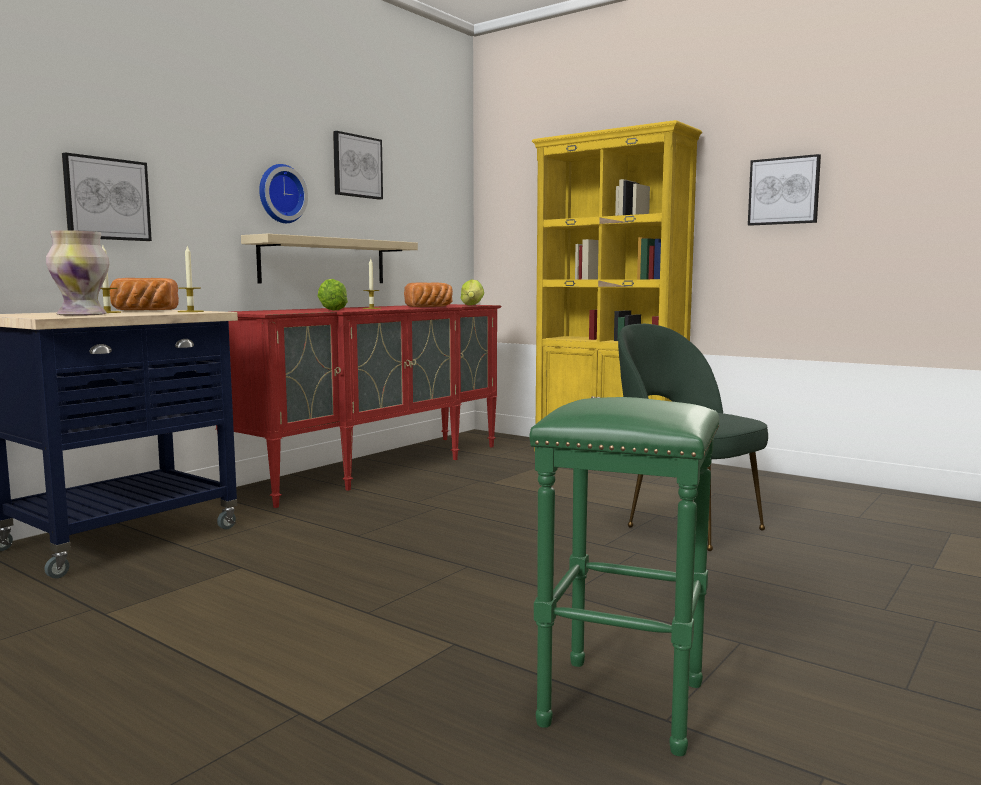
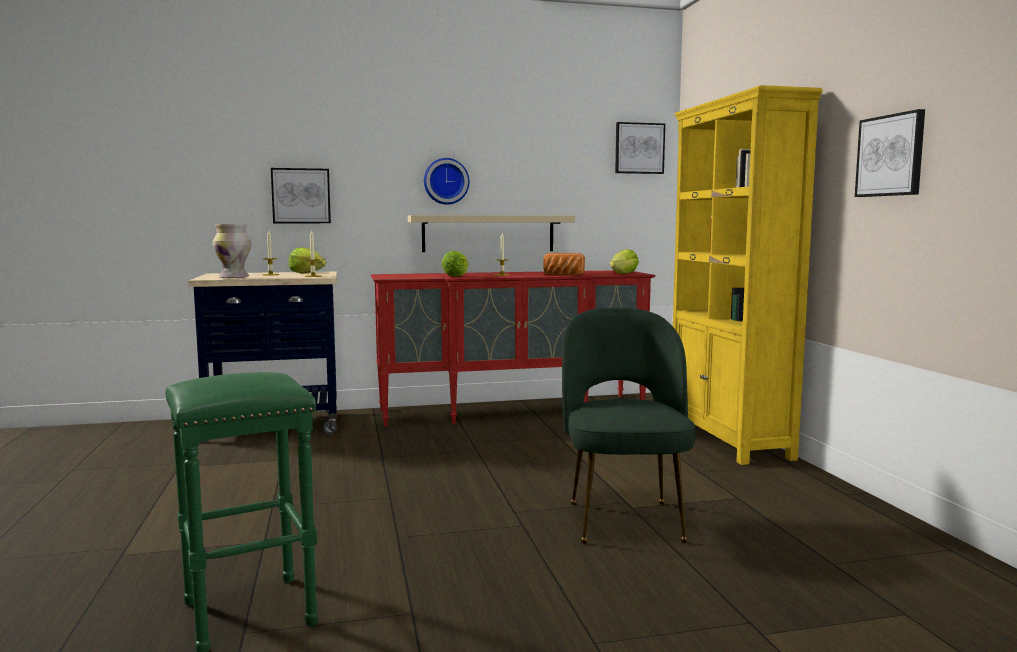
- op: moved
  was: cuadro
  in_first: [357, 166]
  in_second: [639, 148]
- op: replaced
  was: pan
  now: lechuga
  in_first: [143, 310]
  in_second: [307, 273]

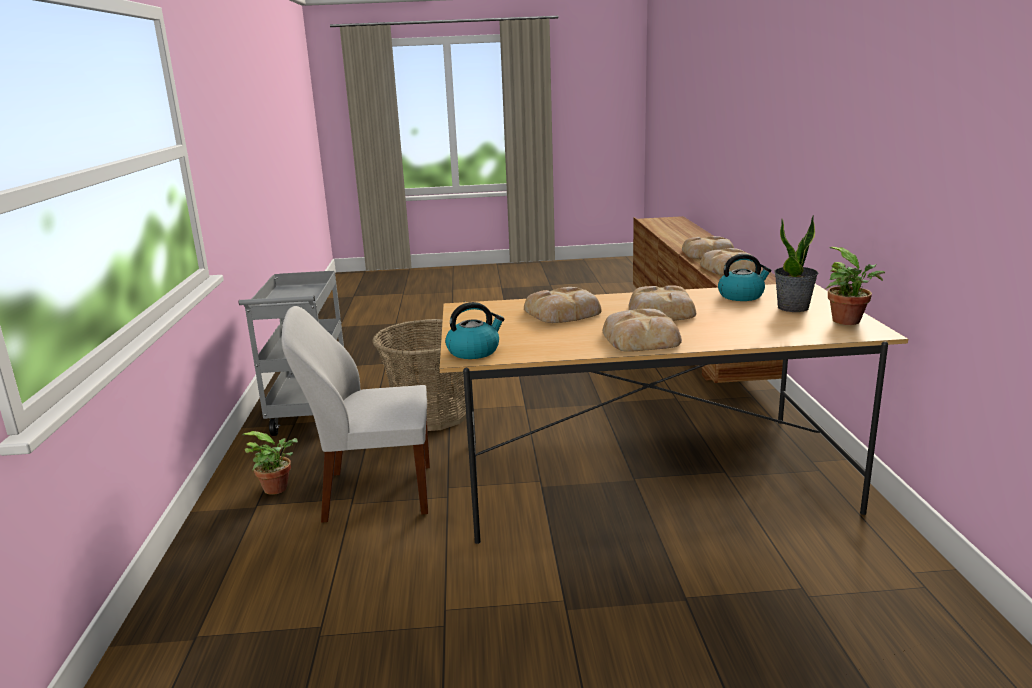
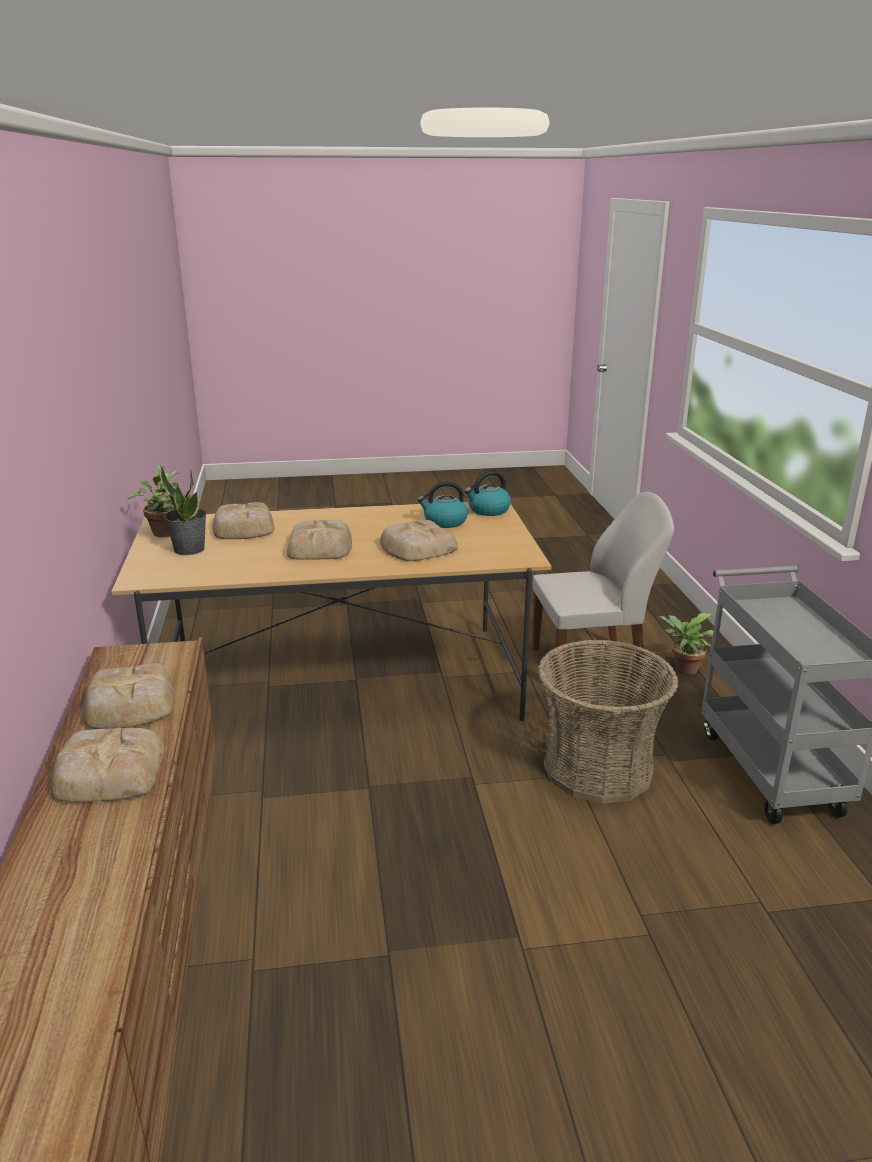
- op: moved
  was: pan
  in_first: [641, 338]
  in_second: [243, 528]
- op: moved
  was: hervidor
  in_first: [741, 296]
  in_second: [444, 522]

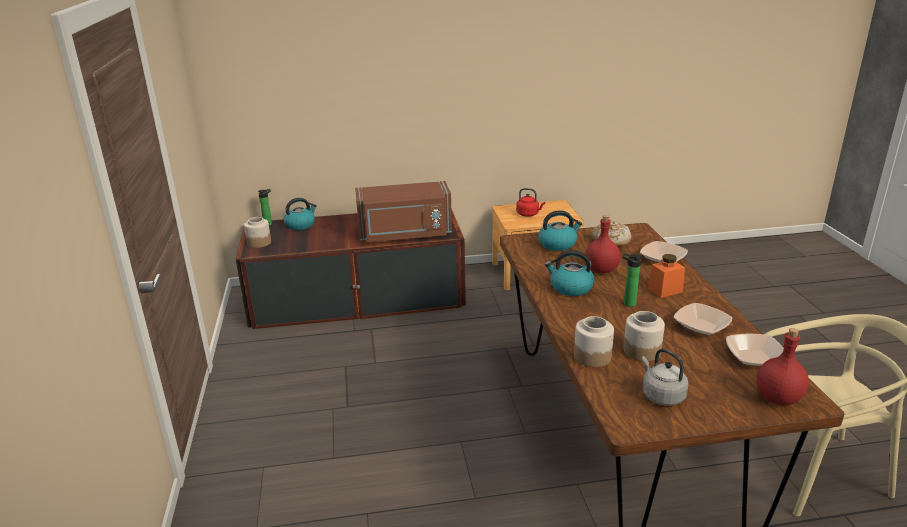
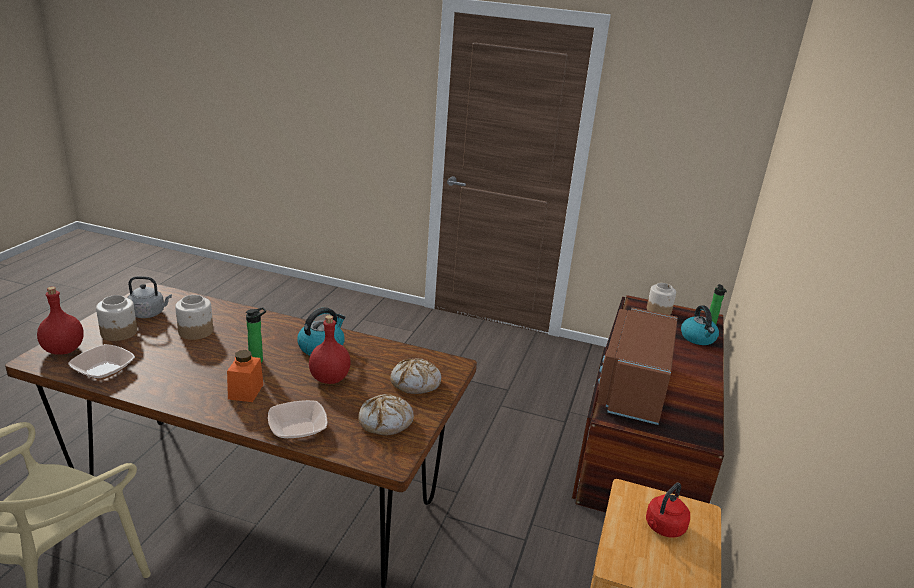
- op: removed
  was: cuenco
  in_first: [701, 327]
- op: moved
  was: tarro
  in_first: [592, 356]
  in_second: [119, 333]
- op: replaced
  was: hervidor
  now: pan
  in_first: [558, 244]
  in_second: [415, 382]

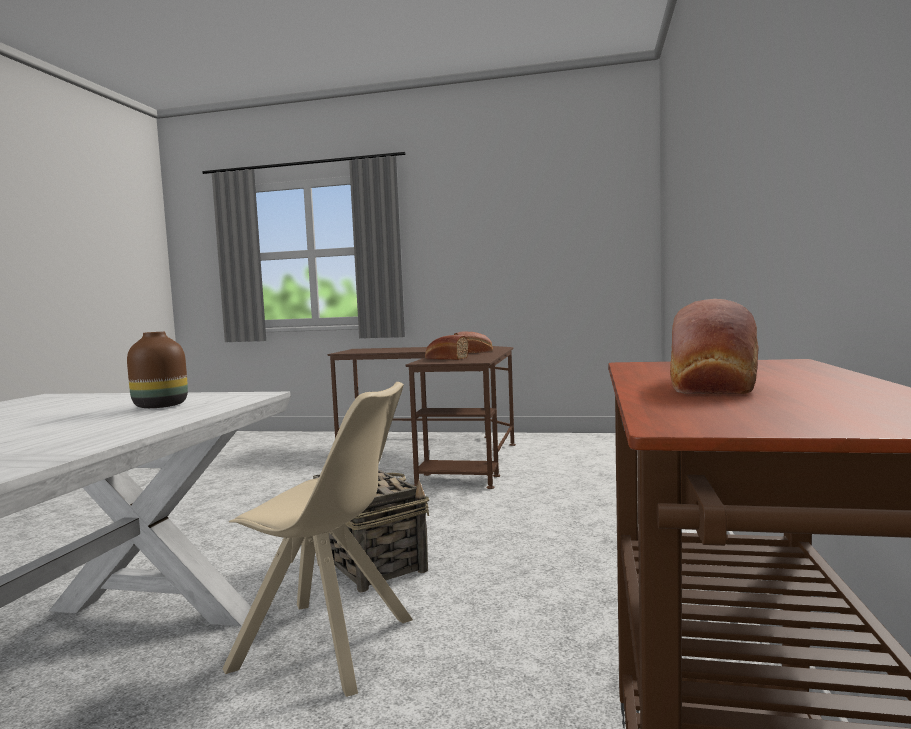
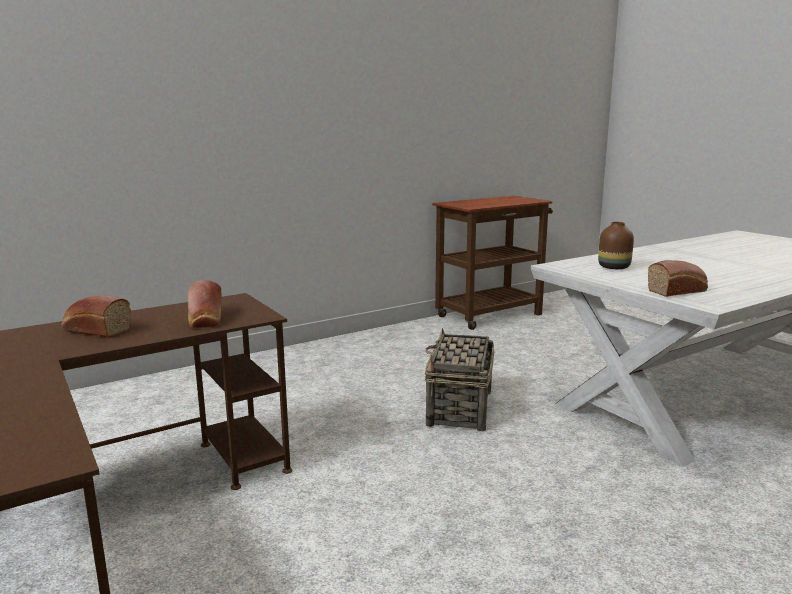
- op: removed
  was: silla [beis]
  in_first: [328, 646]
- op: moved
  was: pan
  in_first: [712, 384]
  in_second: [678, 291]

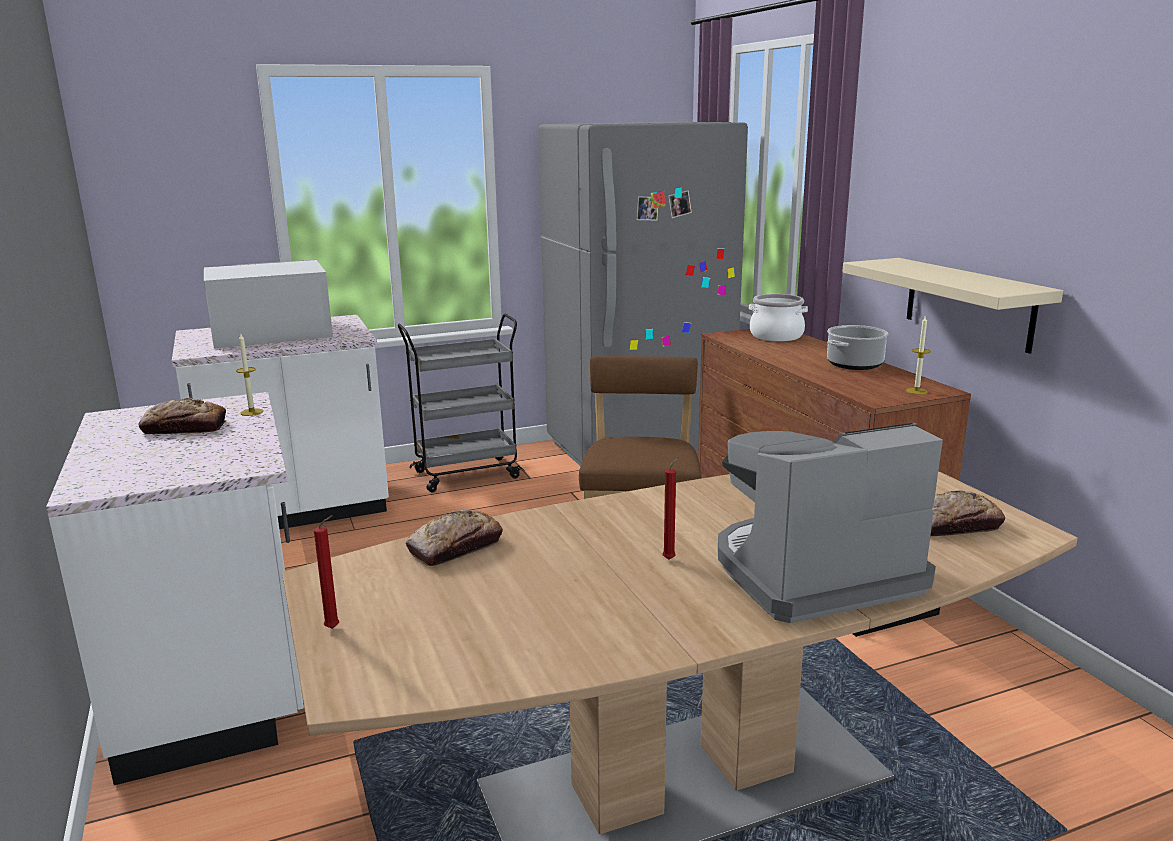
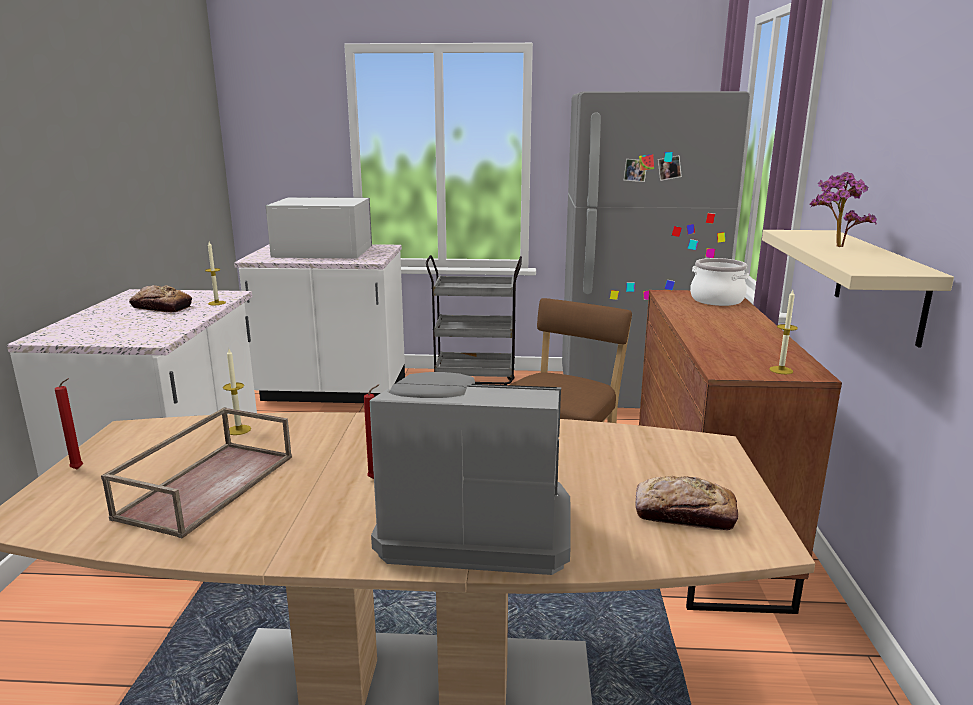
- op: removed
  was: olla
  in_first: [854, 364]
- op: added
  now: bandeja [marrón]
  in_second: [208, 485]
- op: added
  now: planta en maceta
  in_second: [834, 247]
- op: replaced
  was: pan
  now: vela
  in_first: [455, 547]
  in_second: [238, 430]

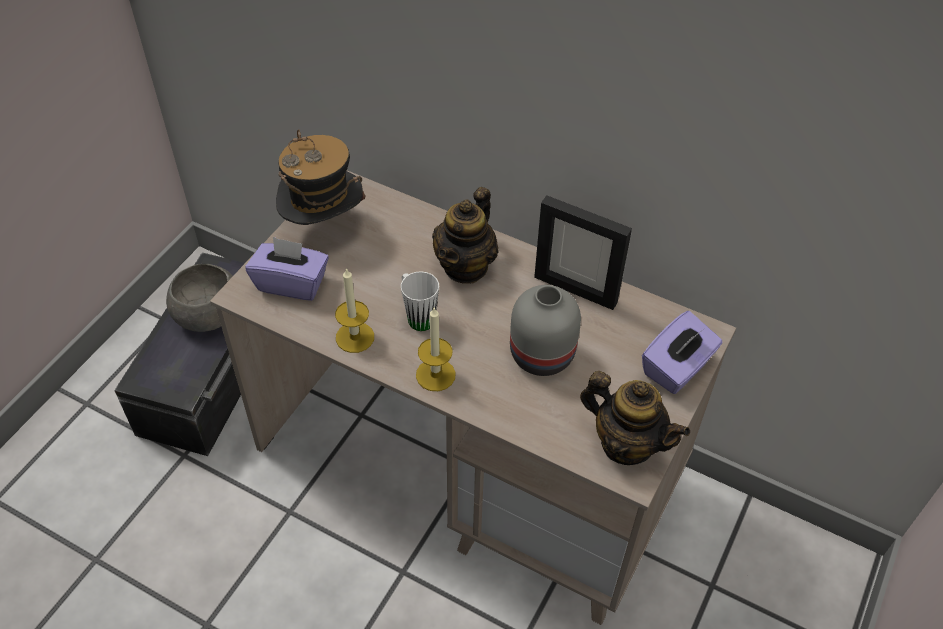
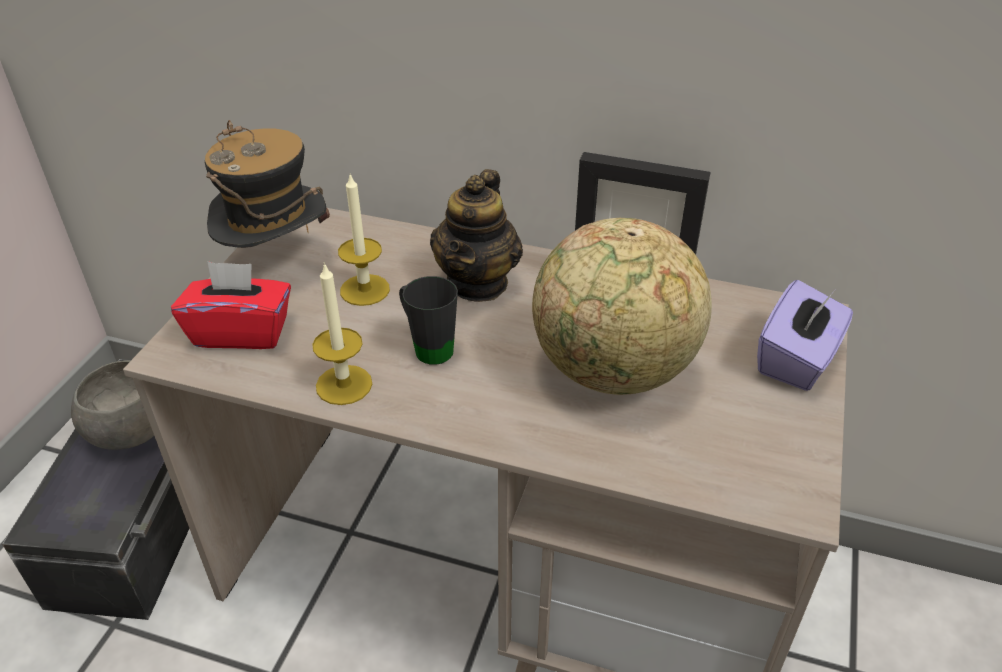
- op: removed
  was: tetera
  in_first: [626, 443]
- op: moved
  was: vela
  in_first: [435, 375]
  in_second: [365, 290]
- op: replaced
  was: florero [gris]
  now: globo terráqueo
  in_first: [542, 356]
  in_second: [613, 371]
- op: recoloured
  was: caja de pañuelos [morado]
  now: caja de pañuelos [rojo]
  in_first: [291, 283]
  in_second: [241, 332]
- op: recoloured
  was: taza grande [blanco]
  now: taza grande [negro]
  in_first: [417, 315]
  in_second: [427, 346]

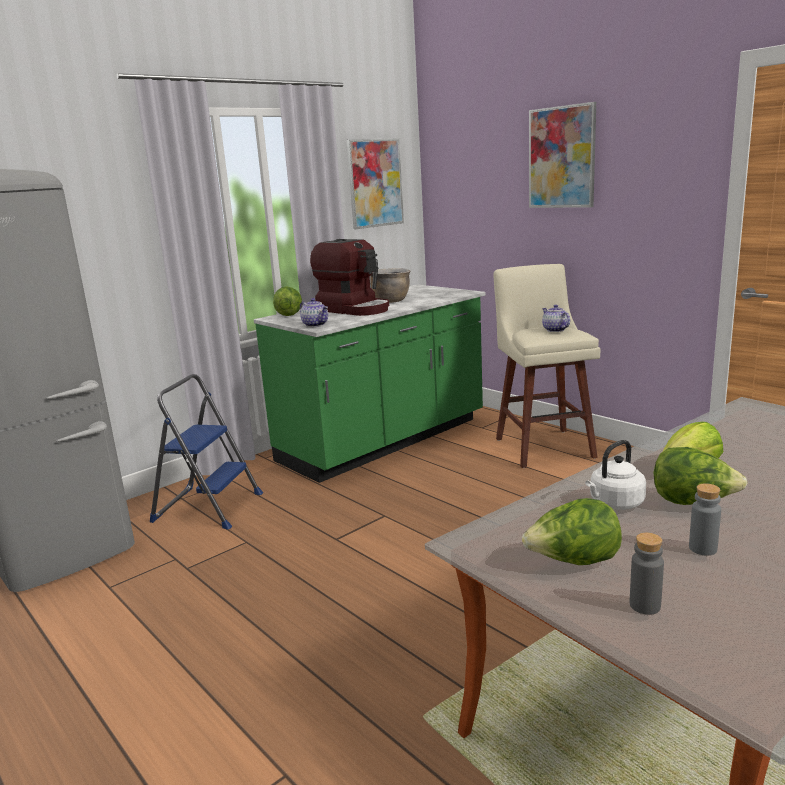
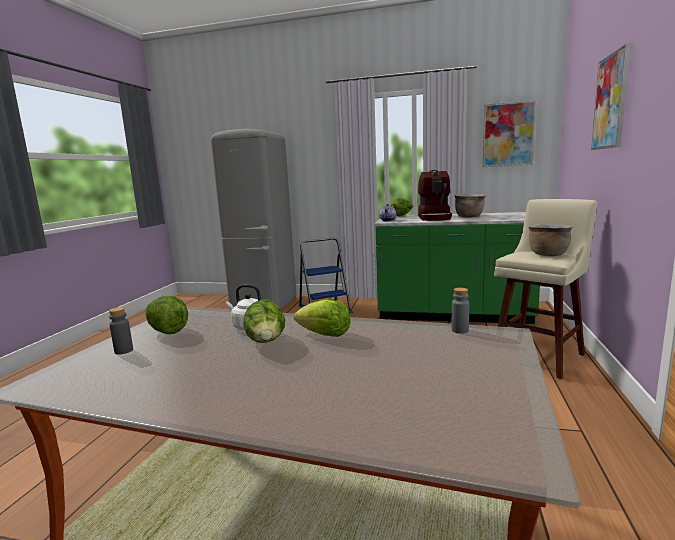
- op: moved
  was: botella [gris]
  in_first: [702, 548]
  in_second: [460, 330]
- op: replaced
  was: tetera
  now: olla [marrón]
  in_first: [554, 330]
  in_second: [548, 254]

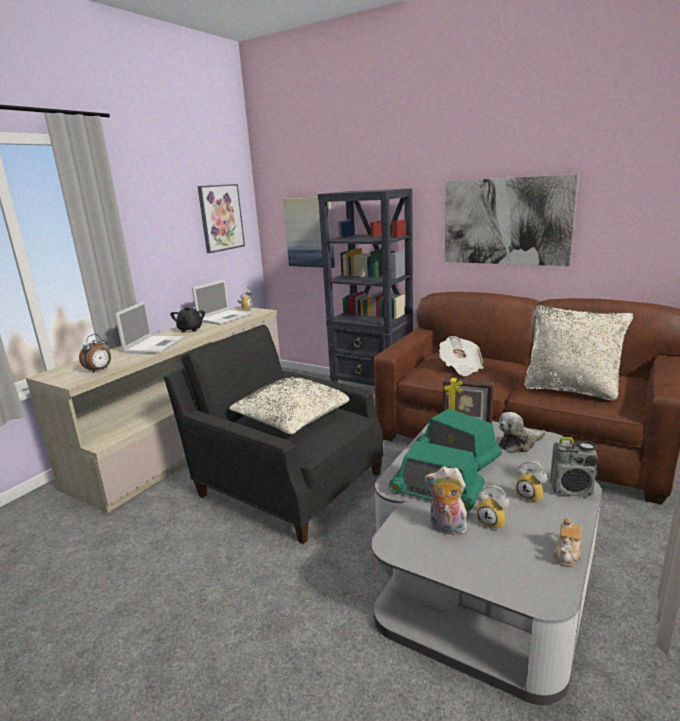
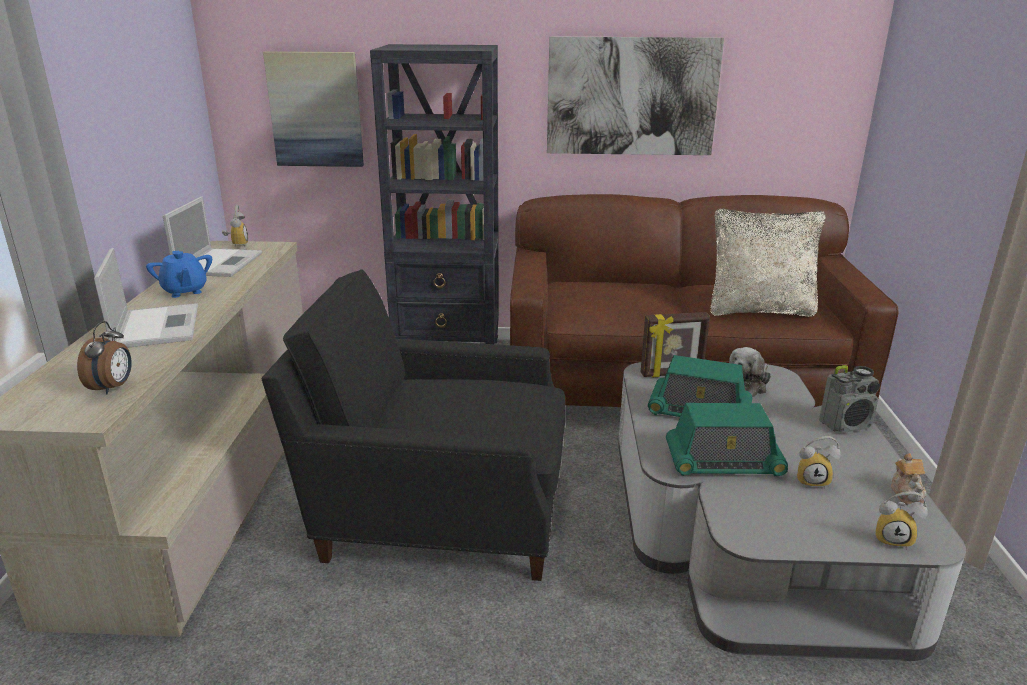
- op: removed
  was: cuadro
  in_first: [221, 218]
- op: removed
  was: cojín [beis]
  in_first: [292, 416]
- op: removed
  was: peluche
  in_first: [446, 528]
- op: removed
  was: periódico
  in_first: [460, 367]
- op: moved
  was: despertador
  in_first: [531, 496]
  in_second: [893, 539]
- op: recoloured
  was: tetera [negro]
  now: tetera [azul]
  in_first: [190, 329]
  in_second: [185, 291]

